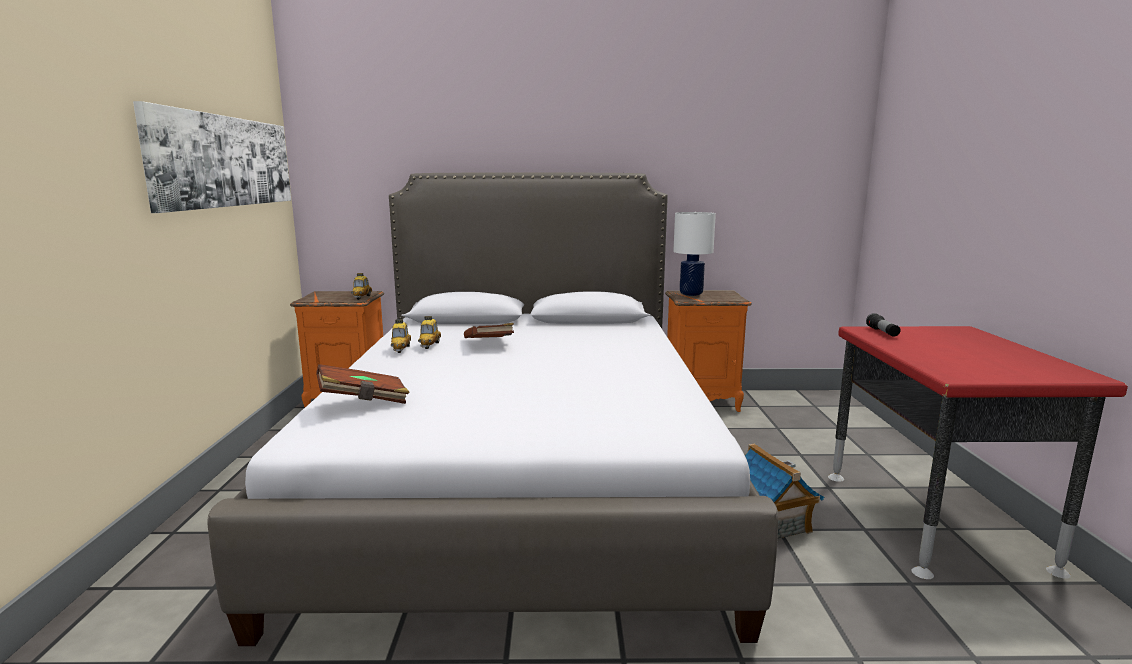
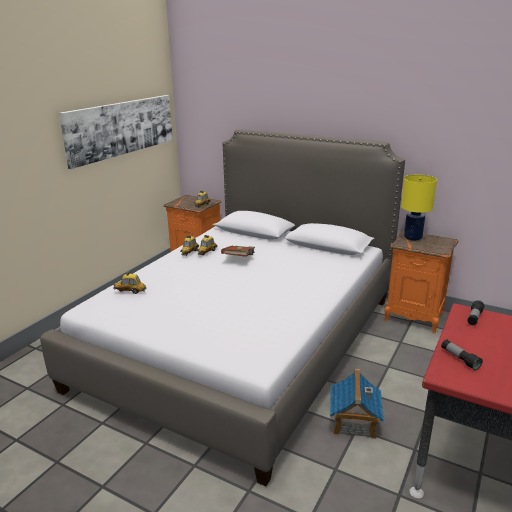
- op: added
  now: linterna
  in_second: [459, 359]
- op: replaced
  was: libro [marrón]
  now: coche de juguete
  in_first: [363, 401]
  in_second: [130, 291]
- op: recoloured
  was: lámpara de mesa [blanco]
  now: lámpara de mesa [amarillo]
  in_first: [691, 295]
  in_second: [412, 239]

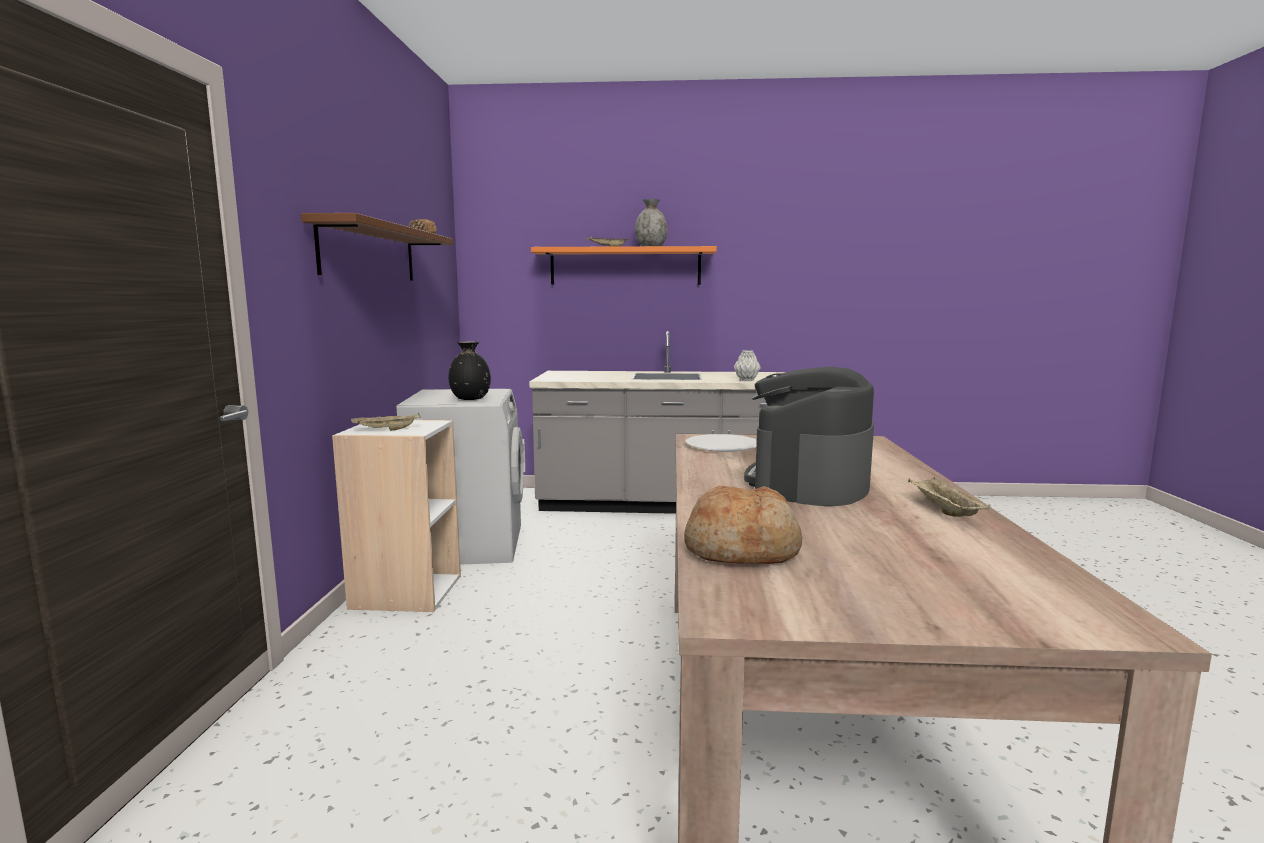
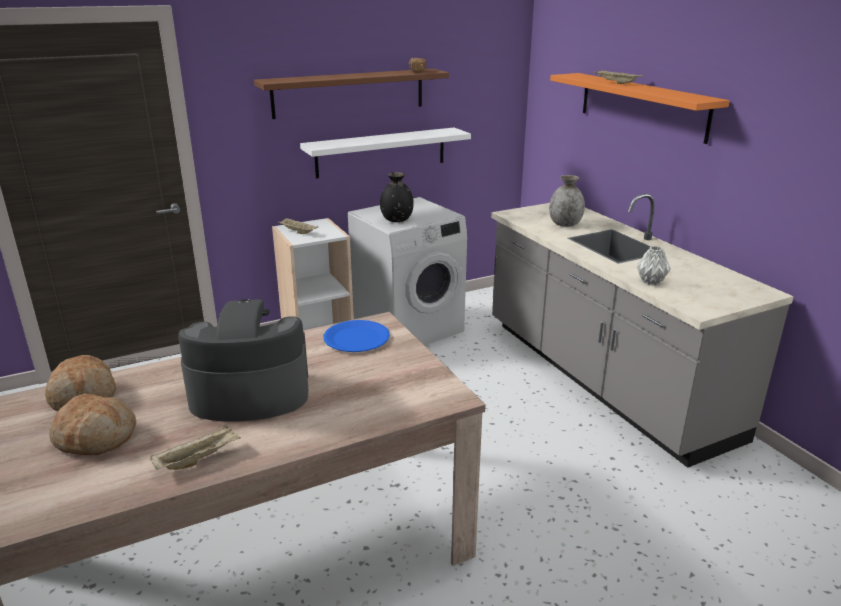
- op: added
  now: pan
  in_second: [96, 437]
- op: added
  now: estante [blanco]
  in_second: [381, 152]
- op: moved
  was: florero [gris]
  in_first: [650, 247]
  in_second: [564, 224]
- op: recoloured
  was: plato [blanco]
  now: plato [azul]
  in_first: [722, 445]
  in_second: [356, 338]

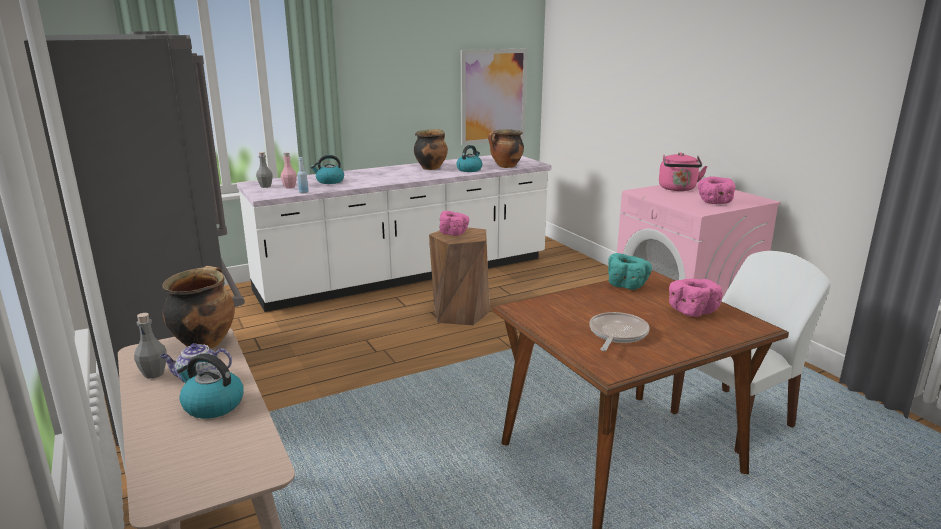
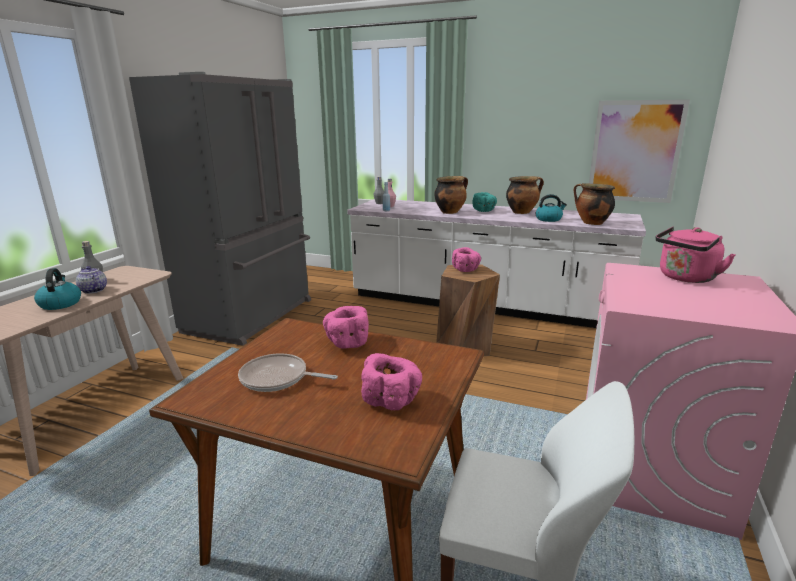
- op: removed
  was: hervidor
  in_first: [329, 181]
- op: moved
  was: olla
  in_first: [204, 342]
  in_second: [450, 212]
- op: moved
  was: cuenco [turquesa]
  in_first: [627, 285]
  in_second: [484, 210]
- op: moved
  was: cuenco [rosa]
  in_first: [714, 202]
  in_second: [346, 342]
- op: turned
  was: sartén
  in_first: [617, 334]
  in_second: [277, 378]
  clockwise: -150

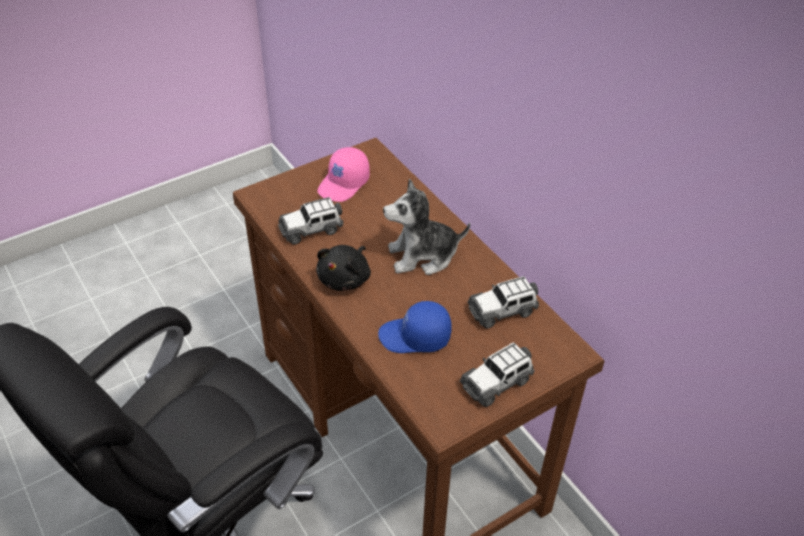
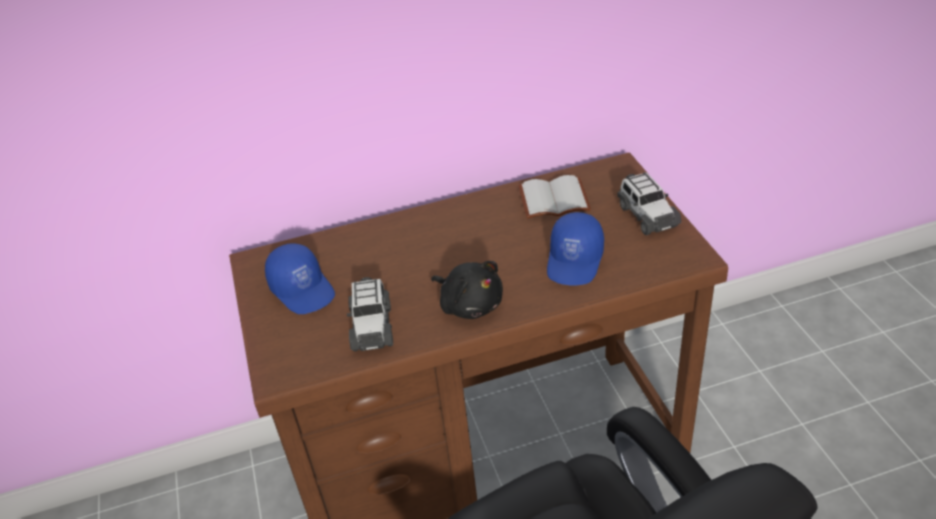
- op: removed
  was: peluche
  in_first: [422, 256]
- op: replaced
  was: coche de juguete
  now: libro [blanco]
  in_first: [502, 310]
  in_second: [554, 198]
- op: recoloured
  was: gorra [rosa]
  now: gorra [azul]
  in_first: [344, 184]
  in_second: [303, 289]

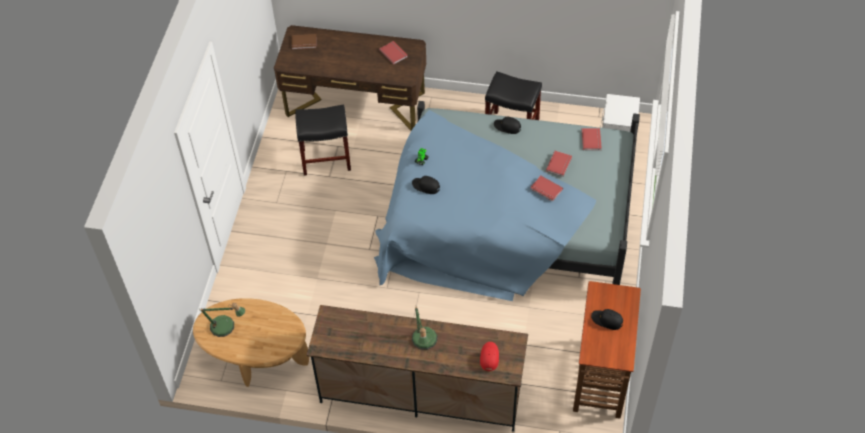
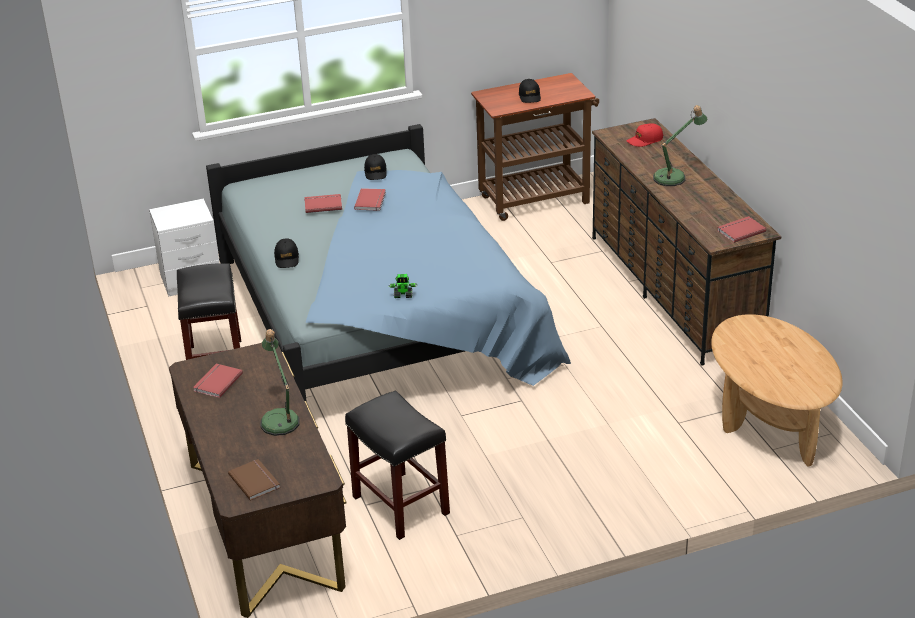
- op: moved
  was: lámpara de mesa
  in_first: [226, 327]
  in_second: [279, 418]
- op: moved
  was: gorra [negro]
  in_first: [426, 186]
  in_second: [375, 172]
- op: moved
  was: libro [rojo]
  in_first: [592, 140]
  in_second: [740, 230]

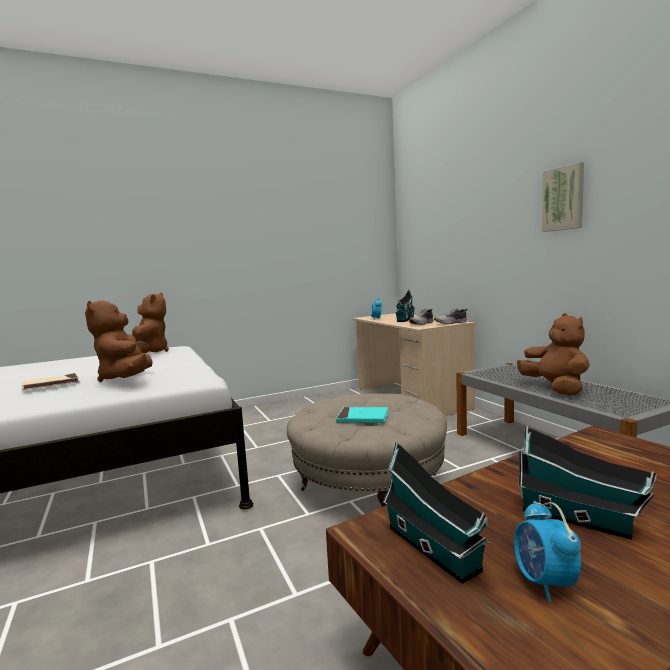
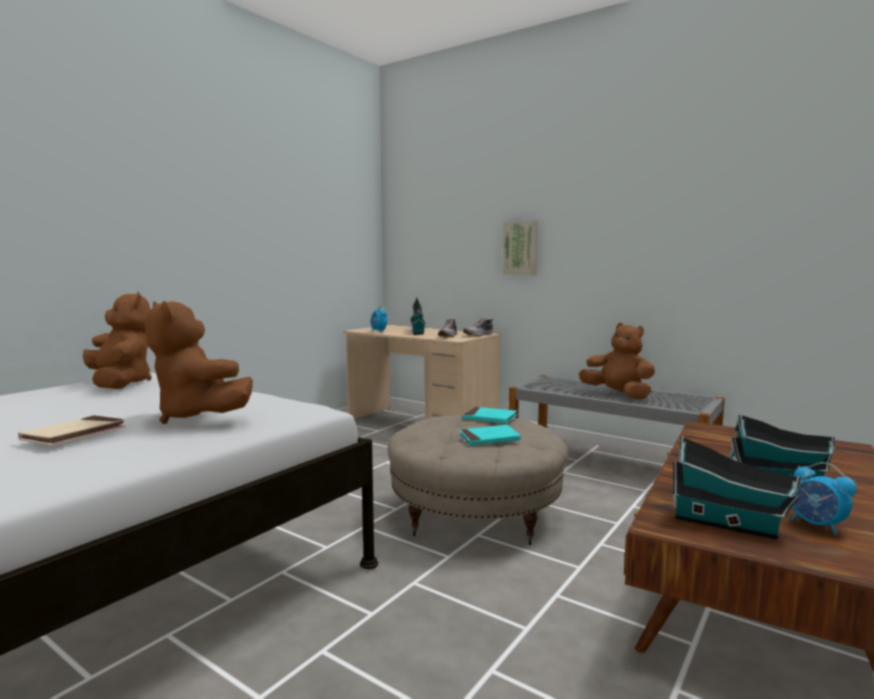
- op: added
  now: libro [turquesa]
  in_second: [490, 418]
- op: moved
  was: cuadro
  in_first: [563, 198]
  in_second: [521, 248]

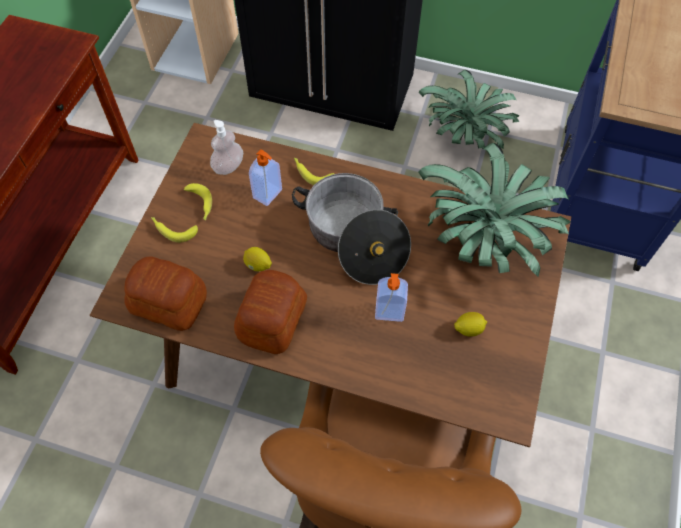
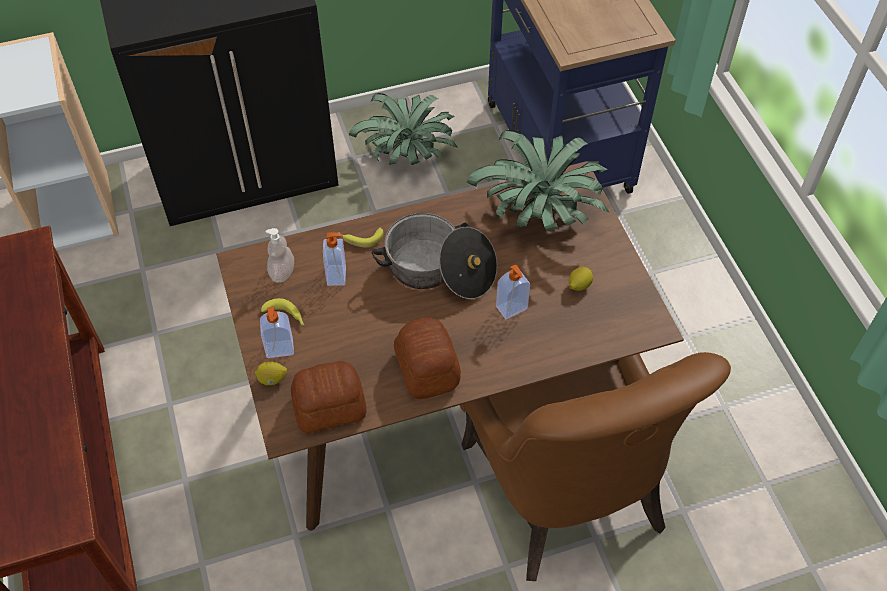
- op: moved
  was: limón
  in_first: [258, 265]
  in_second: [272, 379]
- op: replaced
  was: plátano
  now: dispensador de jabón
  in_first: [173, 229]
  in_second: [280, 350]

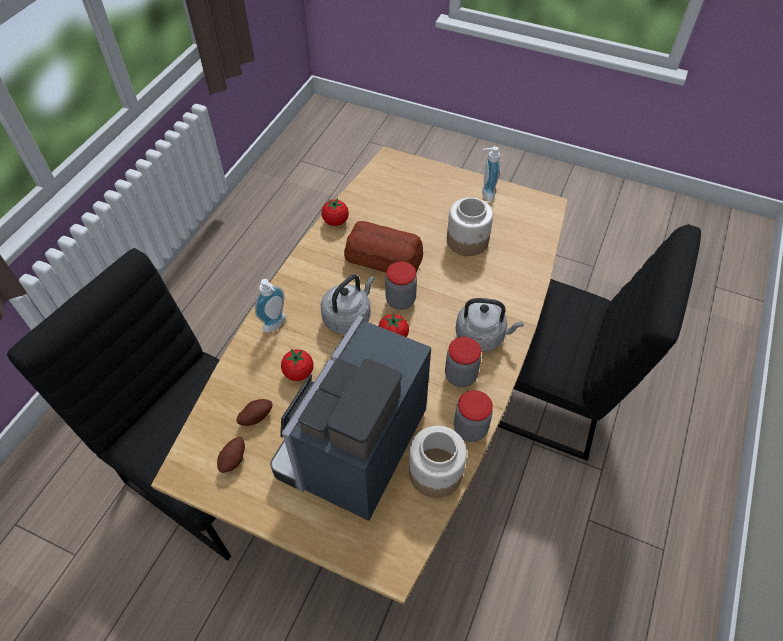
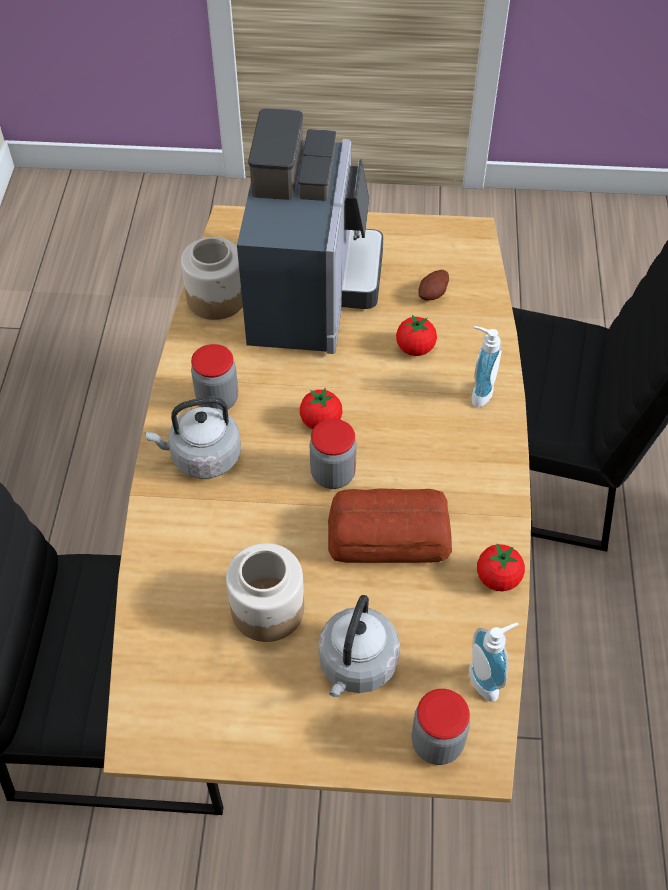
- op: removed
  was: patata
  in_first: [234, 460]
- op: moved
  was: hervidor [gris]
  in_first: [348, 317]
  in_second: [356, 666]
- op: moved
  was: tarro
  in_first: [470, 429]
  in_second: [437, 742]
- op: moved
  was: dispensador de jabón
  in_first: [485, 194]
  in_second: [488, 680]

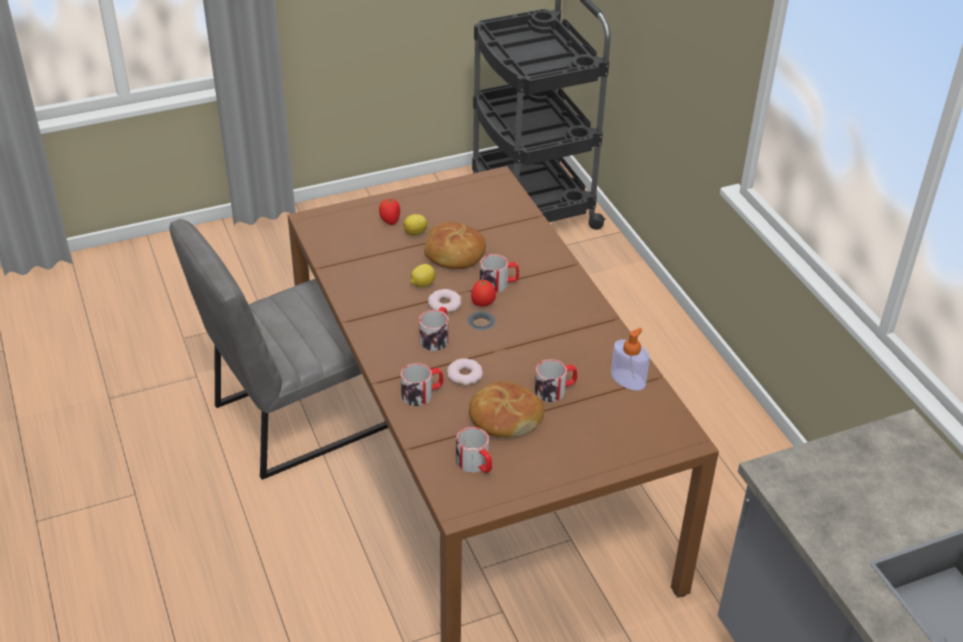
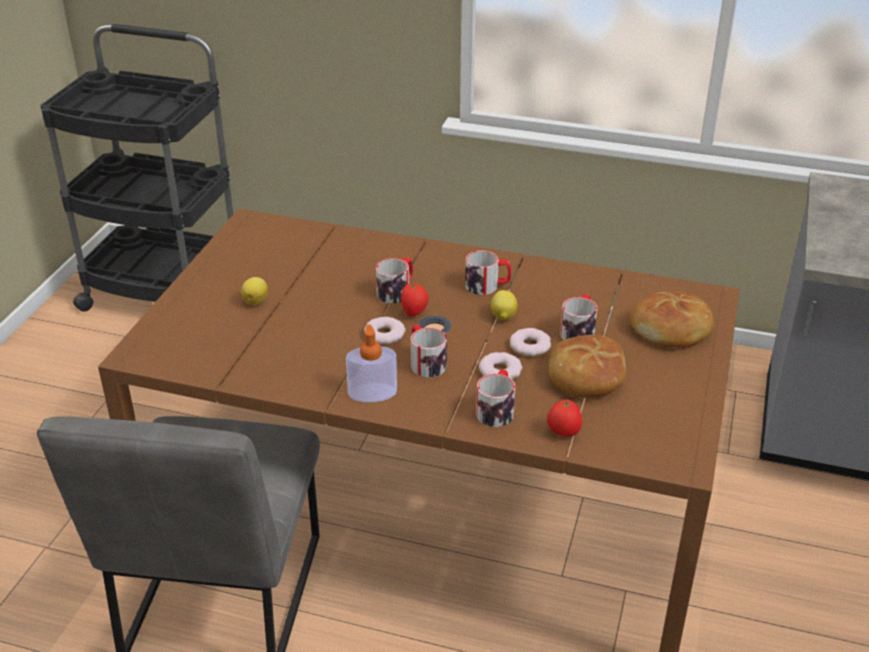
- op: added
  now: rosquilla
  in_second: [530, 346]
- op: moved
  was: tomate
  in_first: [389, 221]
  in_second: [563, 433]
- op: moved
  was: limón
  in_first: [422, 284]
  in_second: [503, 316]
- op: moved
  was: pan
  in_first: [454, 254]
  in_second: [671, 330]
- op: moved
  was: taza grande
  in_first: [476, 464]
  in_second: [488, 286]
- op: moved
  was: dispensador de jabón
  in_first: [628, 379]
  in_second: [372, 393]

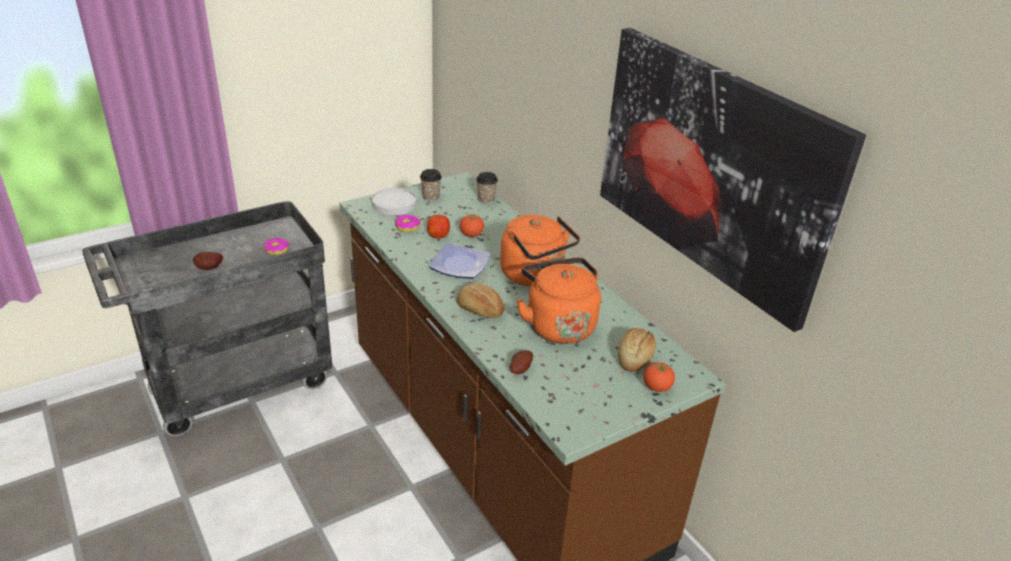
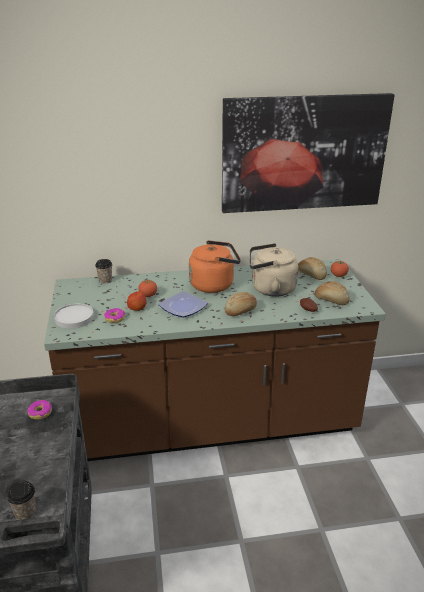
- op: removed
  was: patata
  in_first: [209, 269]
- op: added
  now: pan
  in_second: [331, 300]
- op: moved
  was: taza
  in_first: [430, 197]
  in_second: [25, 512]
- op: recoloured
  was: hervidor [naranja]
  now: hervidor [beis]
  in_first: [558, 324]
  in_second: [270, 289]

